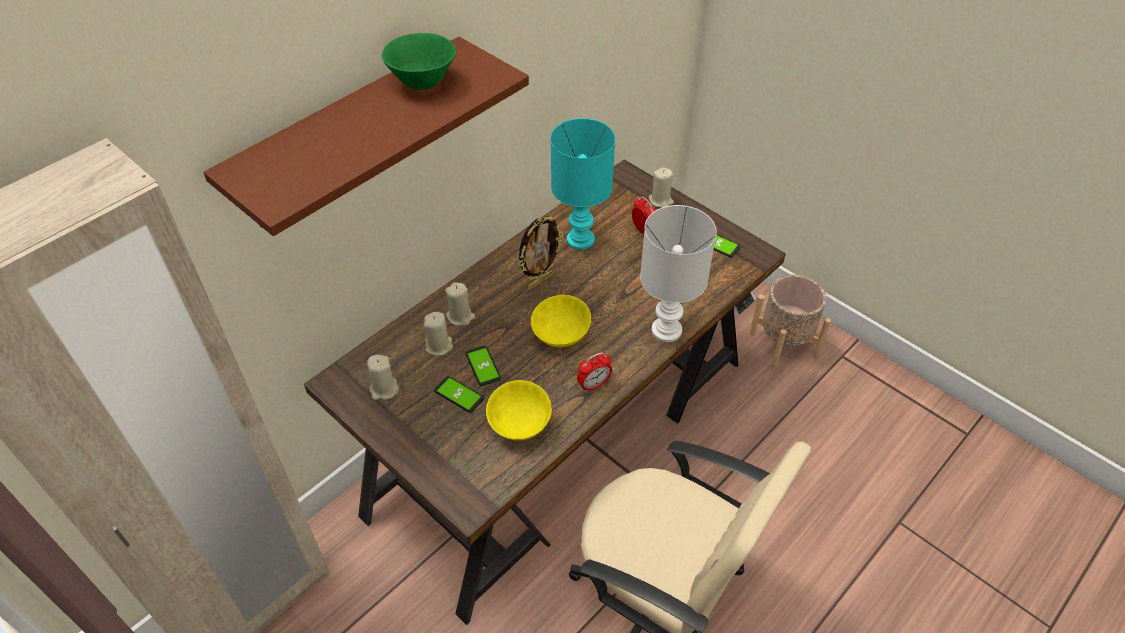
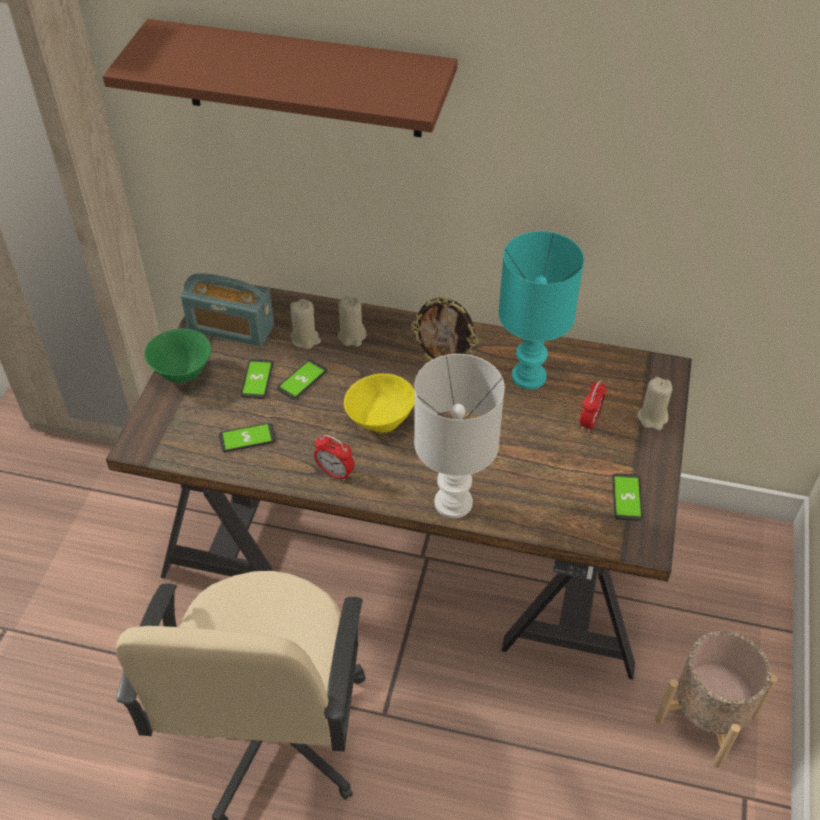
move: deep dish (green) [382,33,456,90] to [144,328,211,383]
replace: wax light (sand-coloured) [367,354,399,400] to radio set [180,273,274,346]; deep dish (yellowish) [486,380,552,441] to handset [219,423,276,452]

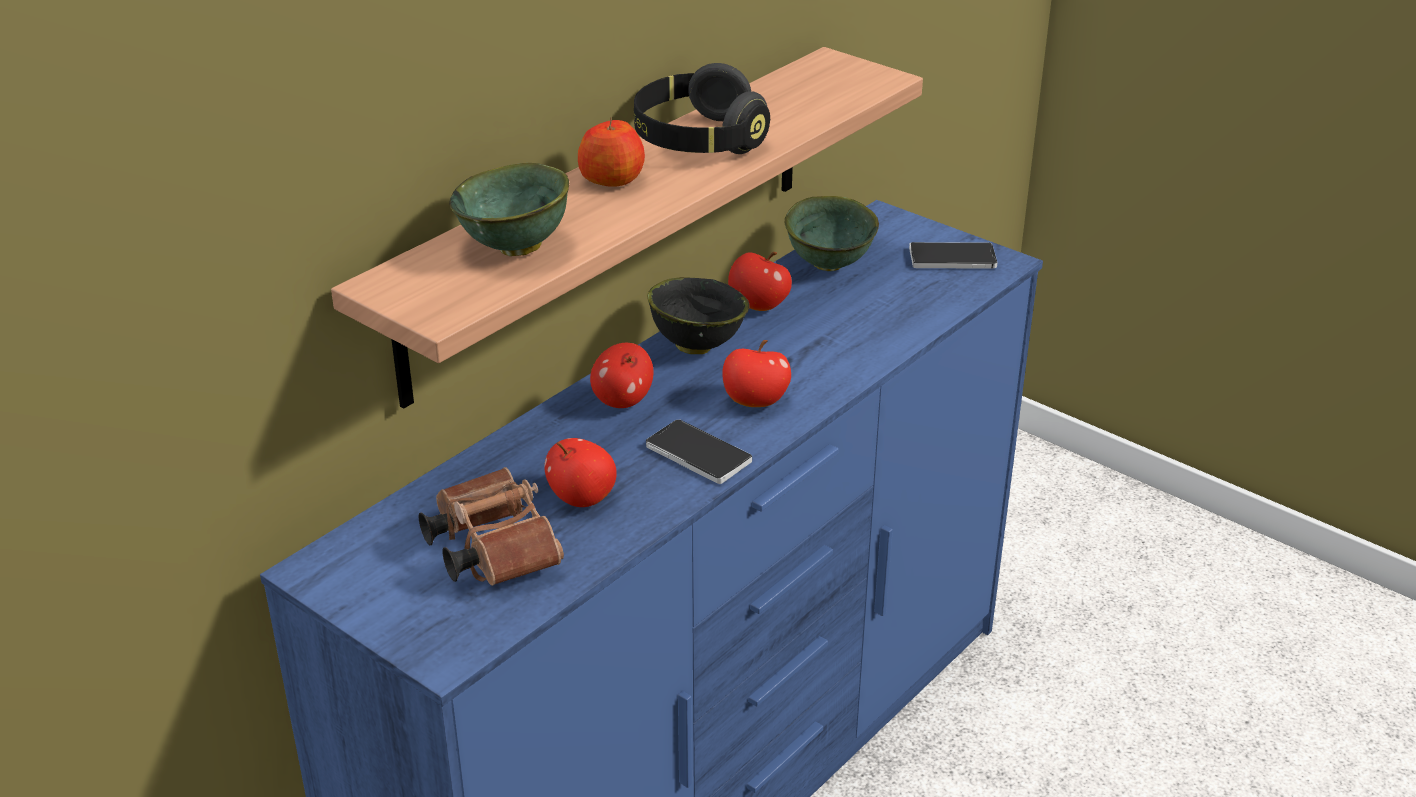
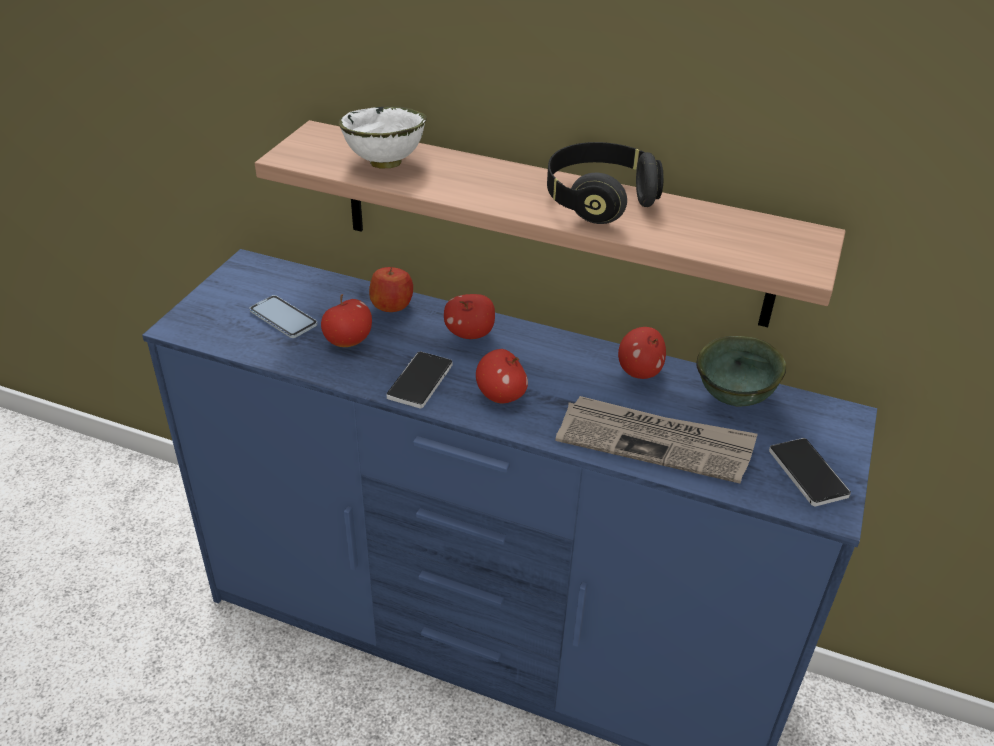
delete: deep dish (black-coloured) [647,277,749,354]
insert: printed paper [556,396,758,484]
move: whole apple [578,117,645,187] to [369,267,413,312]
replace: binoculars (brown) [418,467,564,586] to handset [249,295,318,338]
recolor: deep dish (green) [449,163,569,256] to deep dish (white) [338,106,427,169]

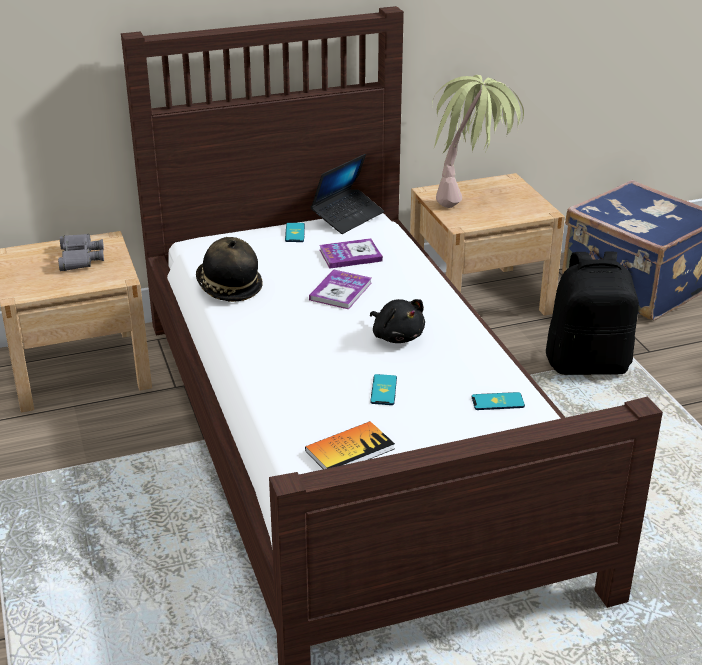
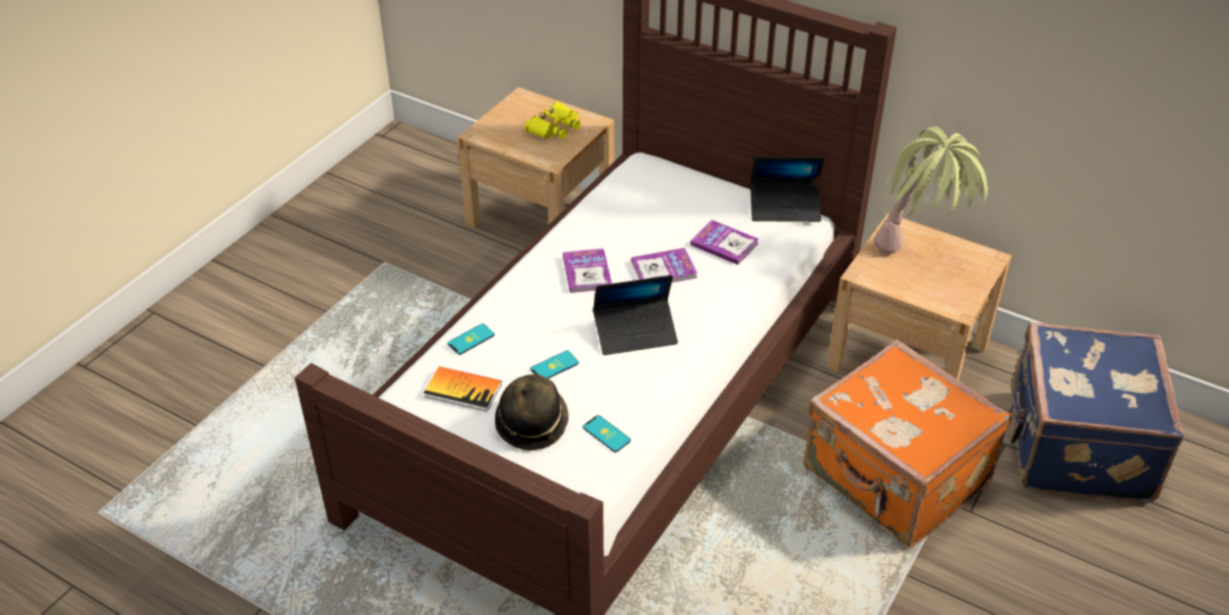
insert: bound book [563,248,612,293]
move: clothing hat [196,237,263,302] to [495,374,569,450]; handset [285,223,305,242] to [448,323,495,355]
replace: soft toy (black-coloured) [370,299,425,343] to portable computer [593,275,678,355]; rucksack (black-coloured) [546,252,639,375] to suitcase (orangey) [803,340,1012,548]
recolor: binoculars (greyish) [58,234,104,271] to binoculars (yellowish) [524,102,581,140]

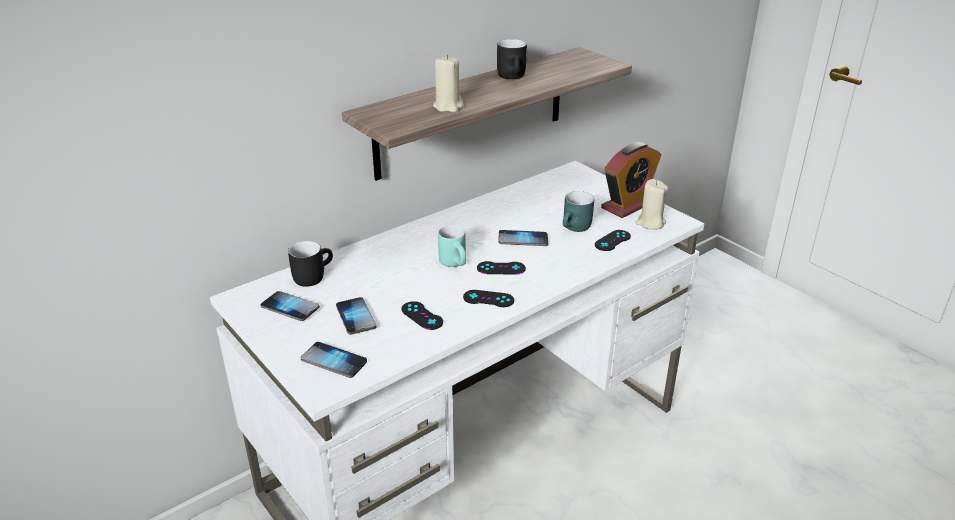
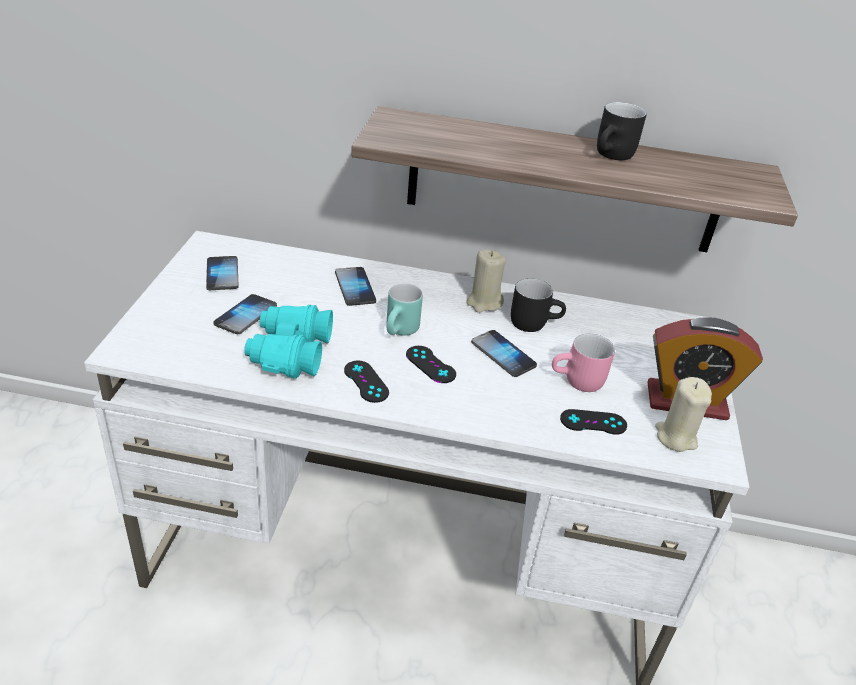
move: tea mug (black-coloured) [288,241,333,287] to [511,278,566,332]; handset [301,342,367,378] to [335,267,376,306]; wax light (sand-coloured) [433,55,463,112] to [466,250,506,313]
replace: game controller (black-coloured) [401,301,443,330] to binoculars (blue-green) [244,305,333,379]
recolor: tea mug (blue-green) [563,191,594,232] to tea mug (pink-coloured) [552,334,615,392]

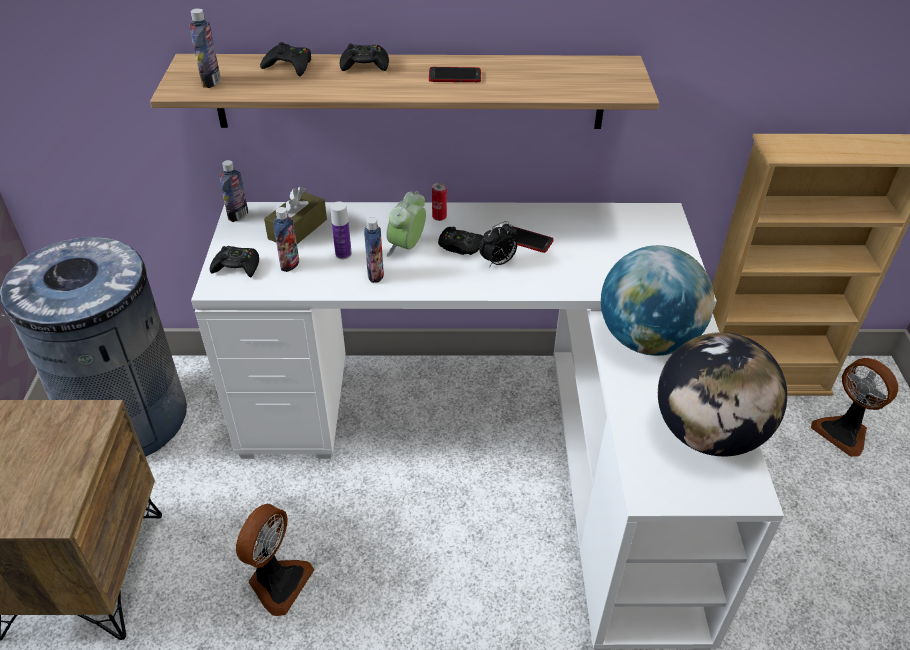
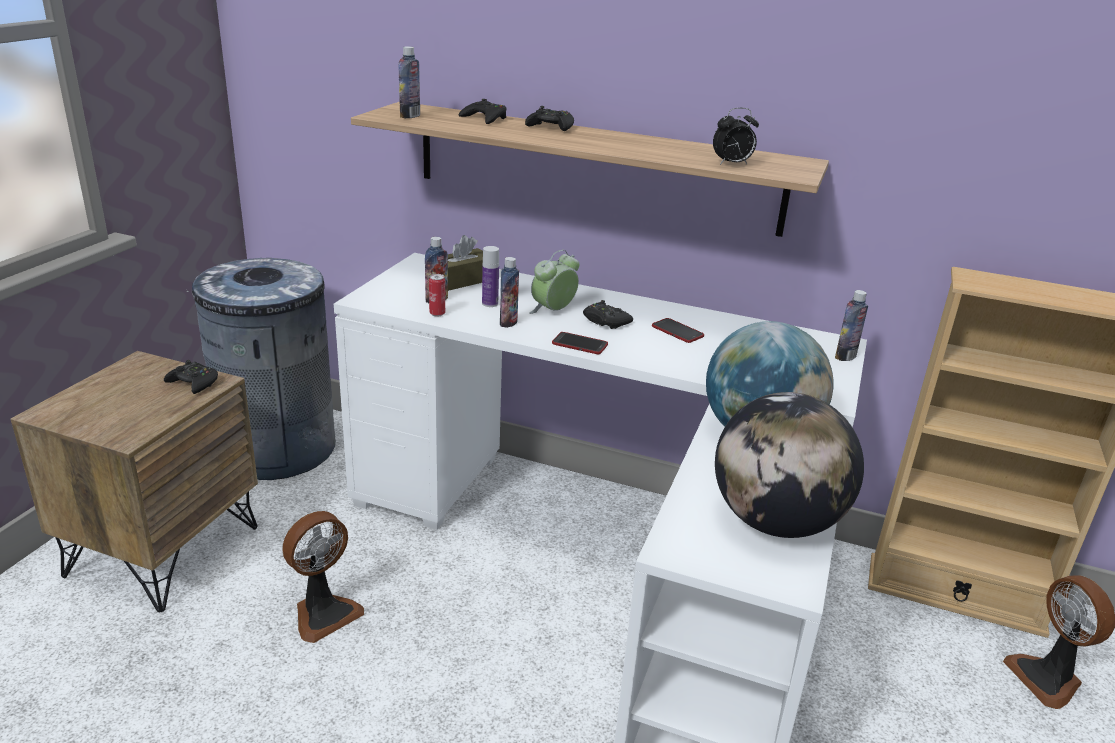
move: game controller (black-coloured) [210,246,259,278] to [164,360,218,394]; drink bottle [220,160,248,222] to [835,290,868,361]; handset [429,67,481,82] to [552,332,608,354]; can [432,183,447,221] to [429,274,445,316]; alarm clock [479,221,517,268] to [713,108,759,165]

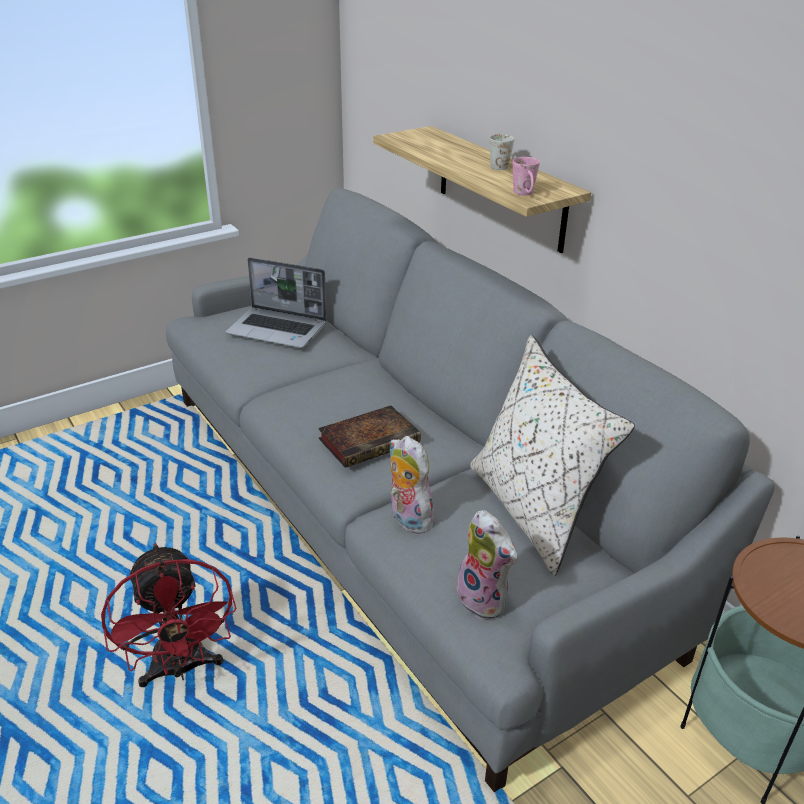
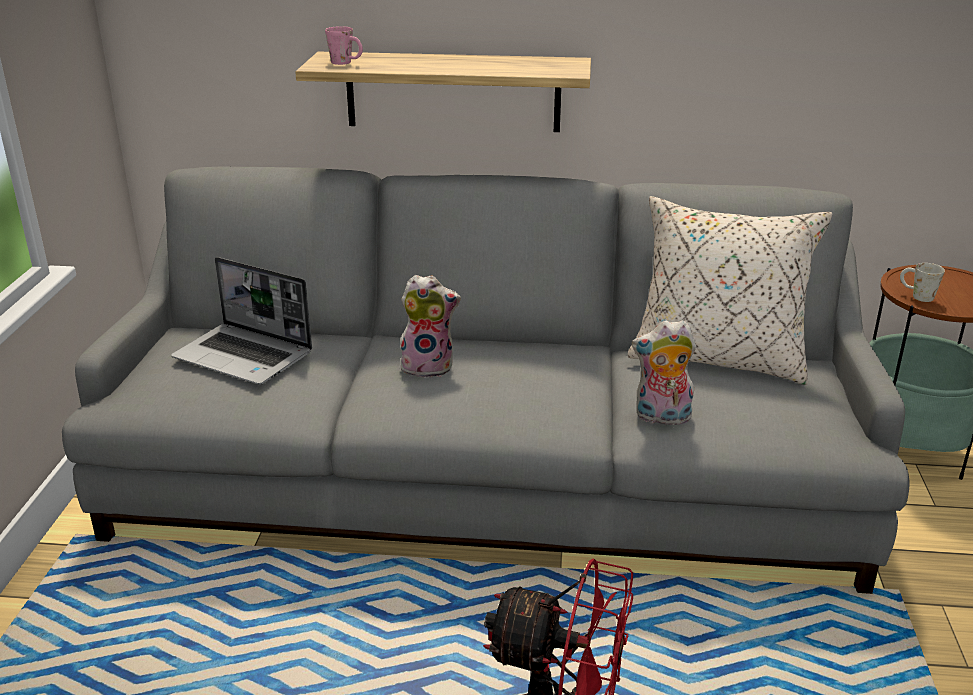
delete: bound book [318,405,421,468]
move: soft toy [457,510,517,619] to [400,275,461,378]; tea mug (white) [489,134,514,170] to [900,263,945,302]; tea mug (pink-coloured) [513,157,540,196] to [325,26,363,65]
rotate: portable computer [225,257,327,348] = [171,257,312,385] 60 degrees clockwise

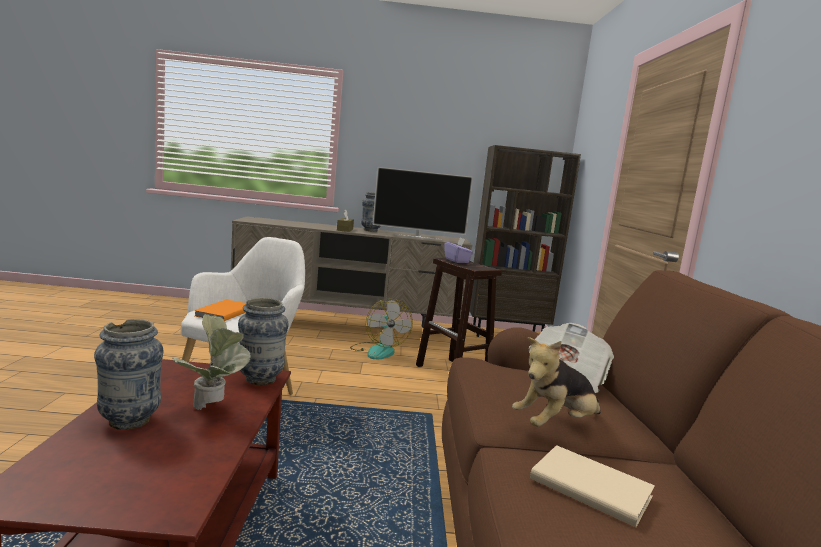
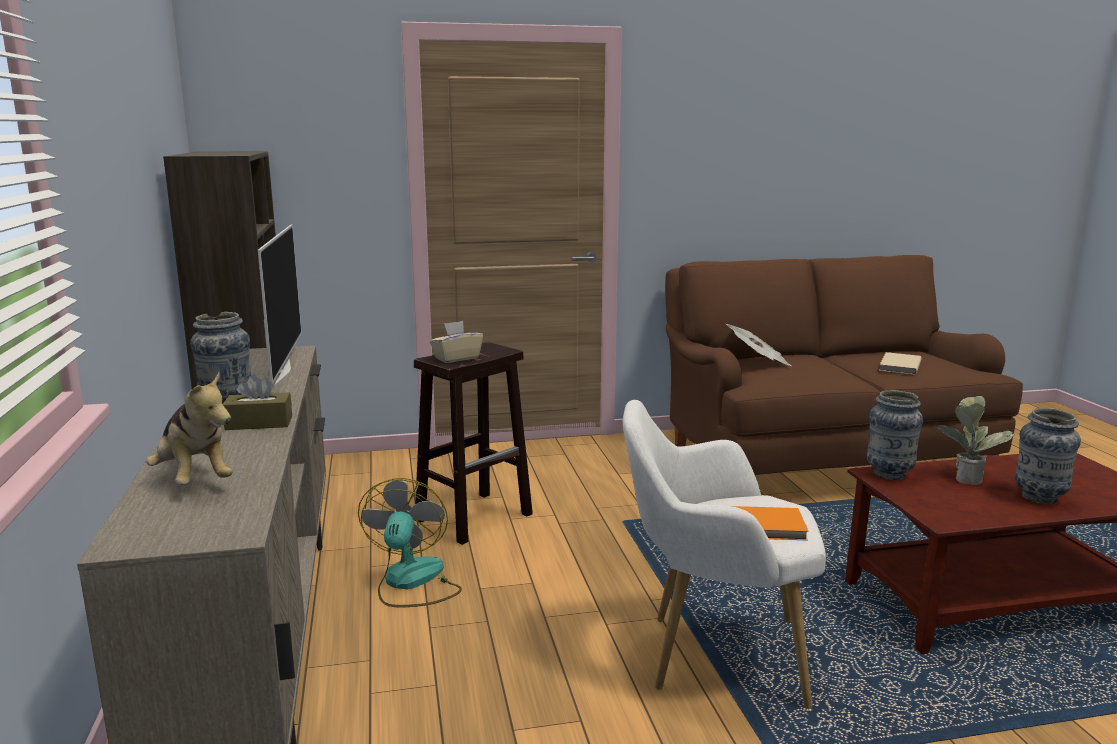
move: soft toy [512,337,601,427] to [146,372,232,485]
recolor: box of tissues (purple-coloured) [444,238,473,263] to box of tissues (sand-coloured) [430,321,483,363]
rotate: electric fan [350,299,413,359] = [358,478,462,608] 60 degrees counterclockwise

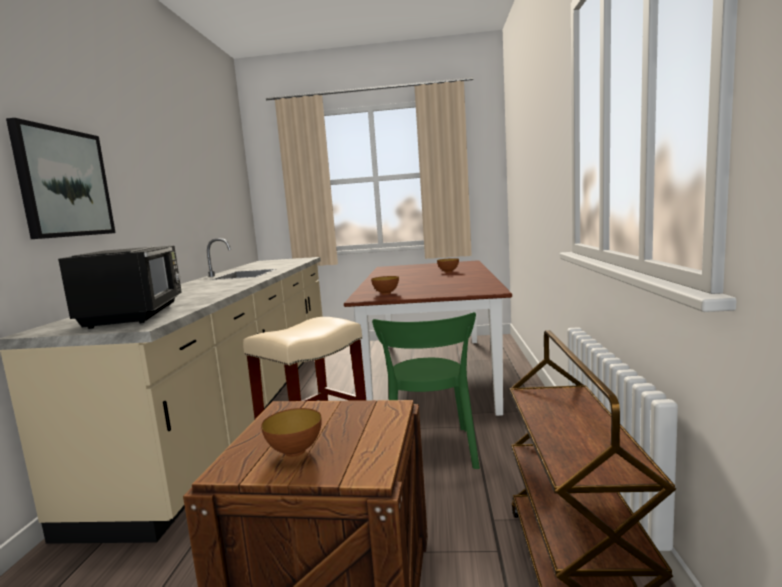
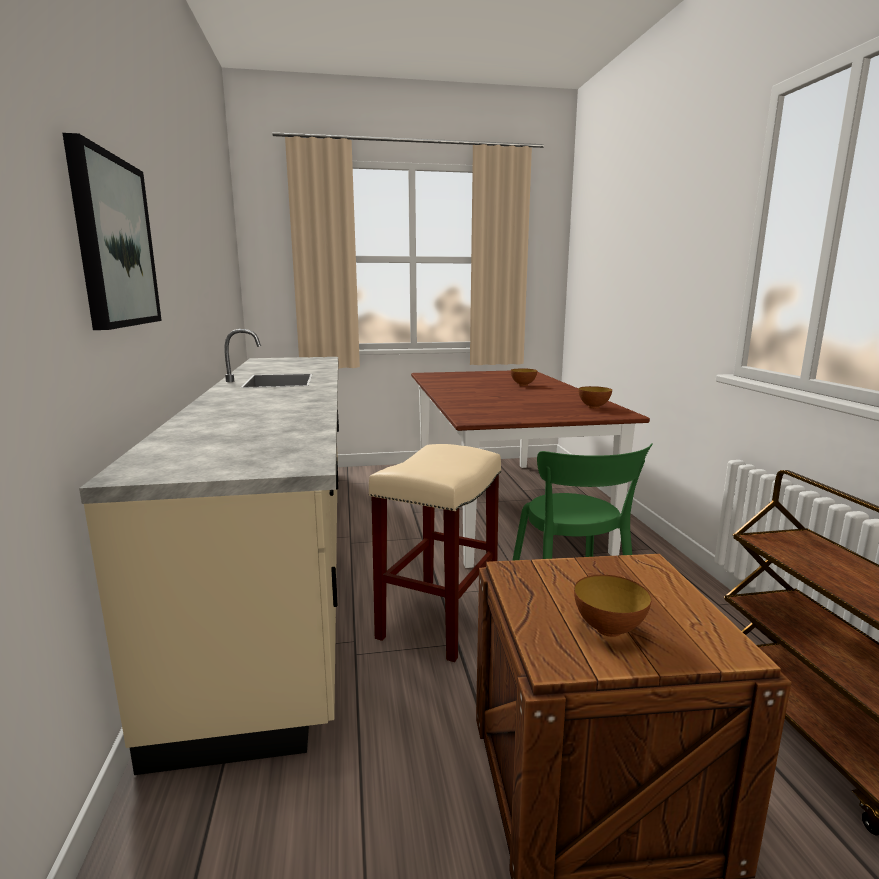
delete: microwave (black-coloured) [58,245,182,329]
move: deep dish [371,276,399,294] to [578,386,612,408]

